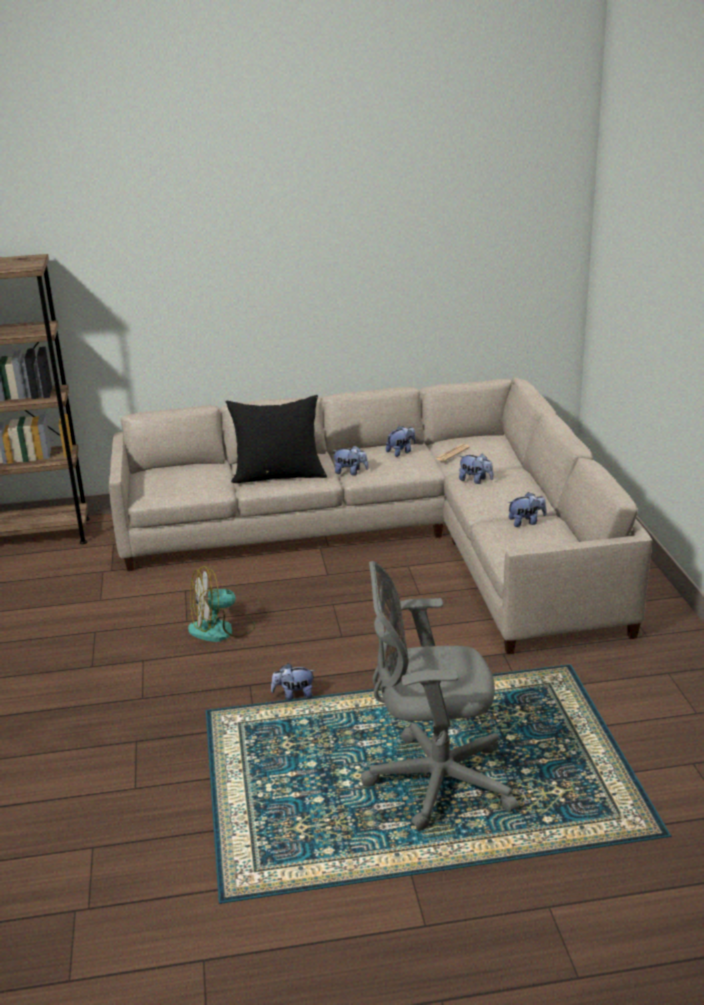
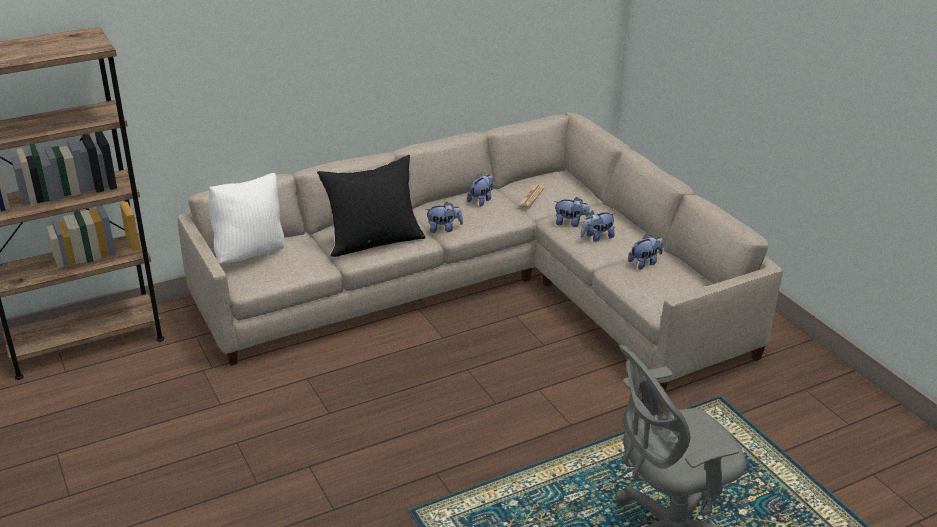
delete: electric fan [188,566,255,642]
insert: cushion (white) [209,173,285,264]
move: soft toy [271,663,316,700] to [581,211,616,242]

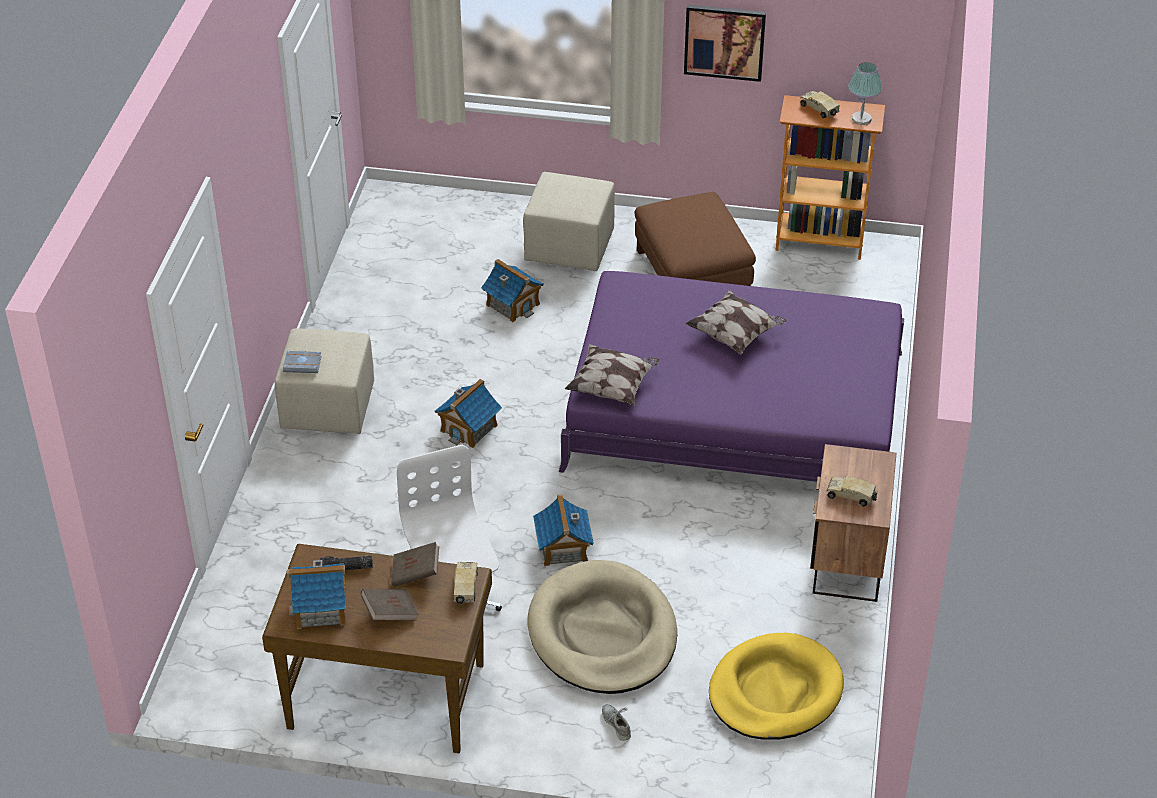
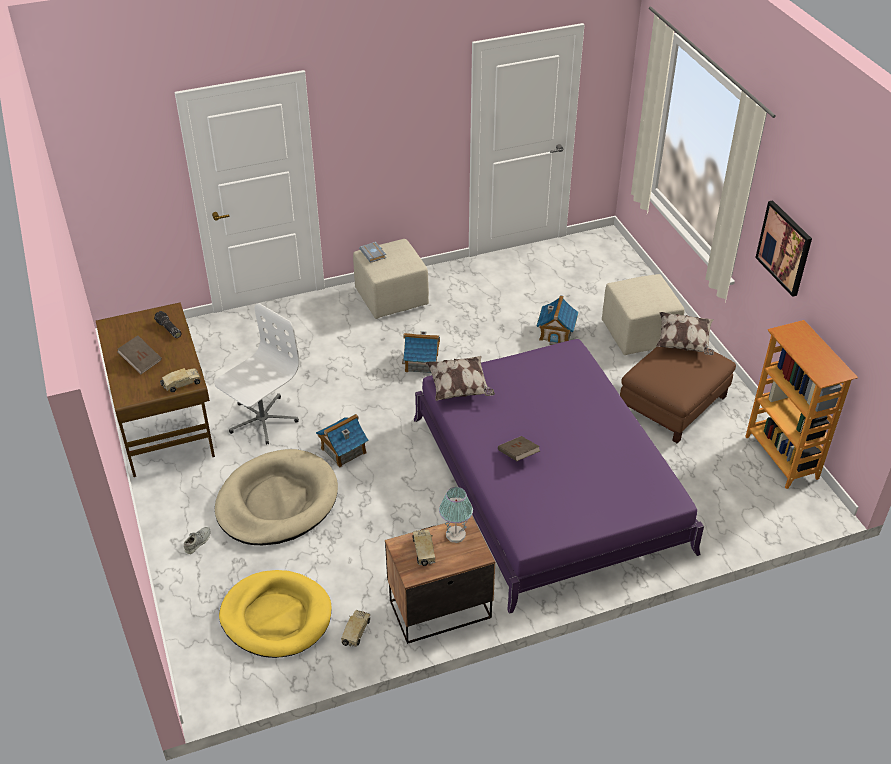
delete: model house [287,560,346,629]
move: bound book (brown) [391,542,439,587] to [498,436,540,461]; cushion [685,290,787,354] to [656,312,714,355]; toy lorry [800,91,839,118] to [341,610,370,647]; lamp for a table [848,62,882,125] to [439,487,473,543]

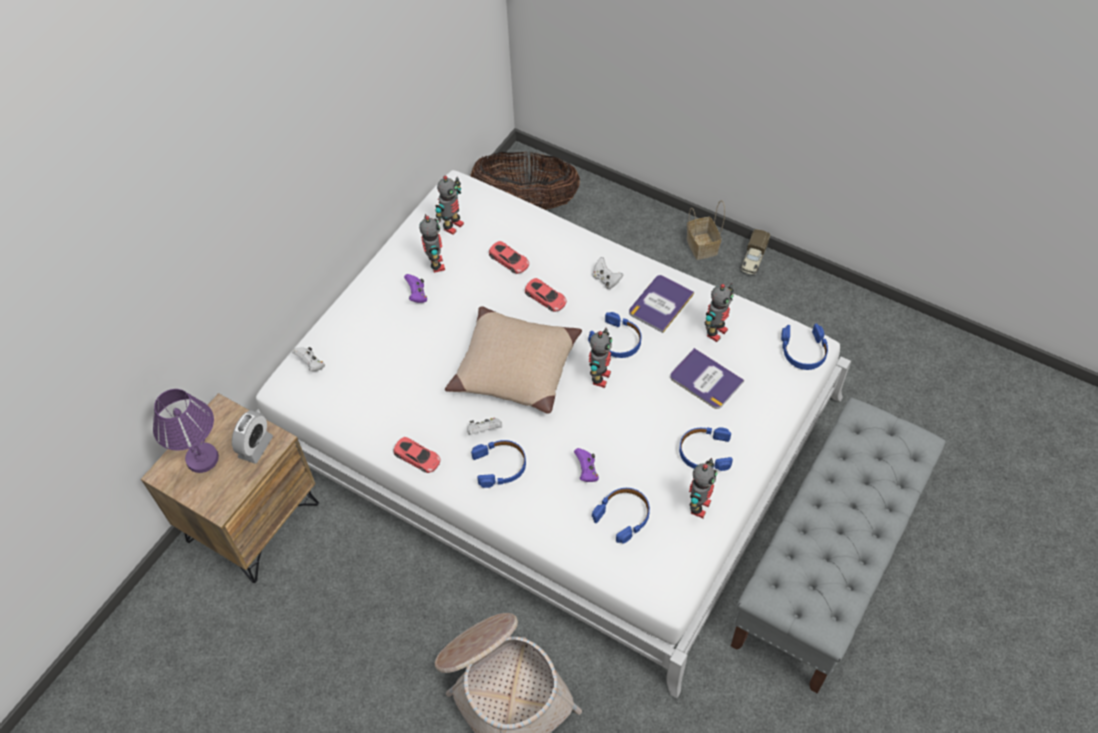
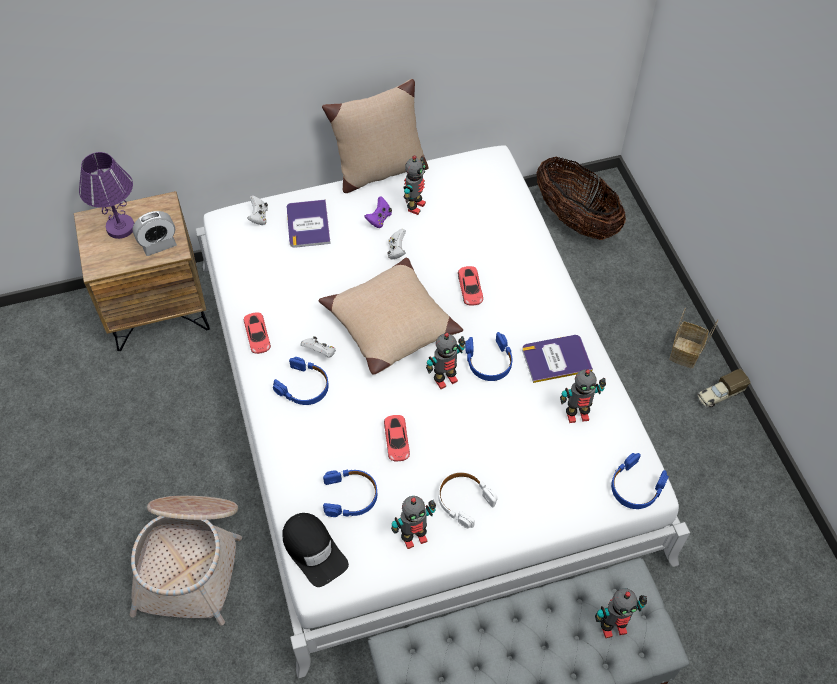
delete: game controller (purple-coloured) [574,448,599,482]
insert: peaked cap (black-coloured) [282,513,349,587]; cushion (sand-coloured) [322,79,428,193]
move: toy robot [435,176,464,235] to [595,588,647,638]; miniature car (reddish) [489,241,529,274] to [384,415,410,462]; game controller (white) [593,257,623,289] to [387,229,406,259]; bound book [670,348,744,409] to [287,199,331,248]
recolor: headset (blue-coloured) [679,427,733,471] to headset (white) [438,472,498,528]

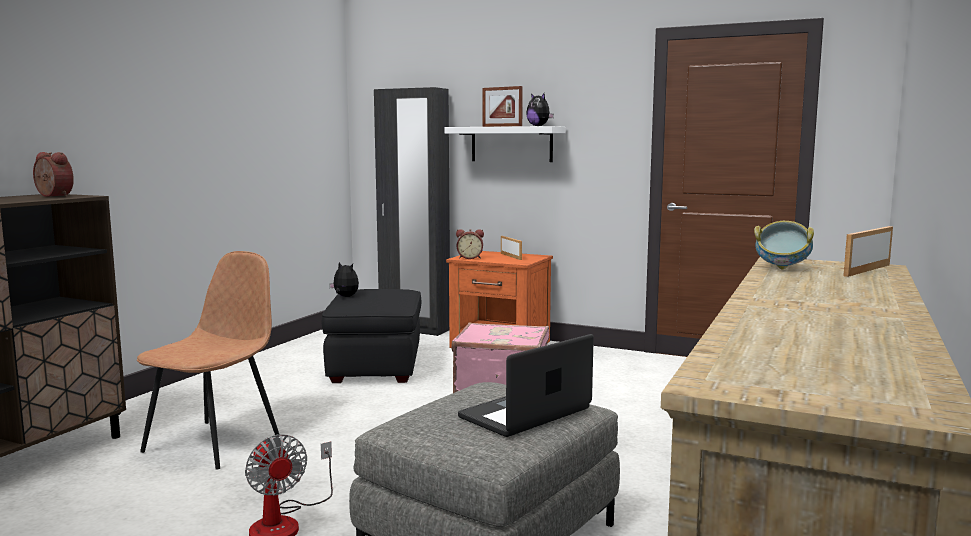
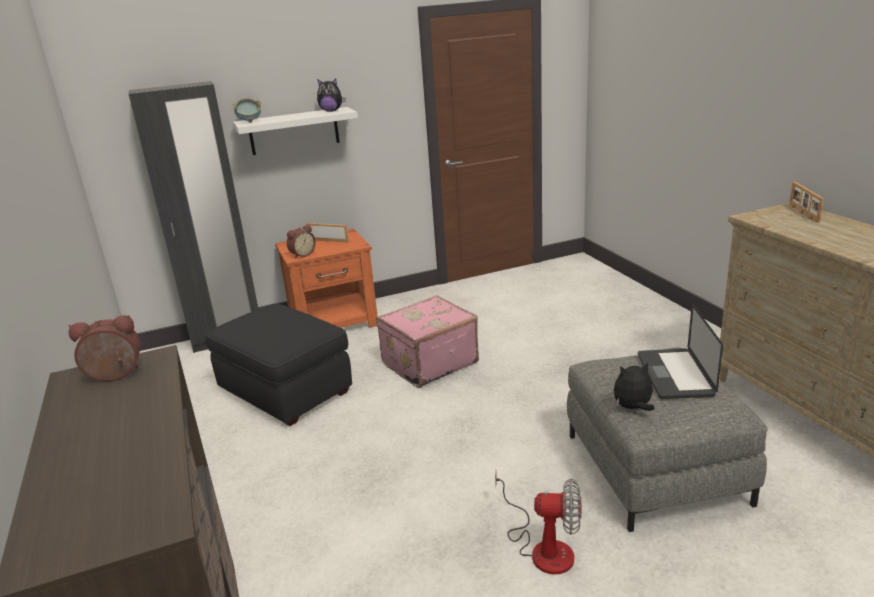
delete: upright chair (brown) [137,251,280,470]; standing frame [483,86,523,127]
move: soft toy [329,262,359,297] to [614,362,654,411]; deep dish [754,221,814,269] to [233,98,261,123]

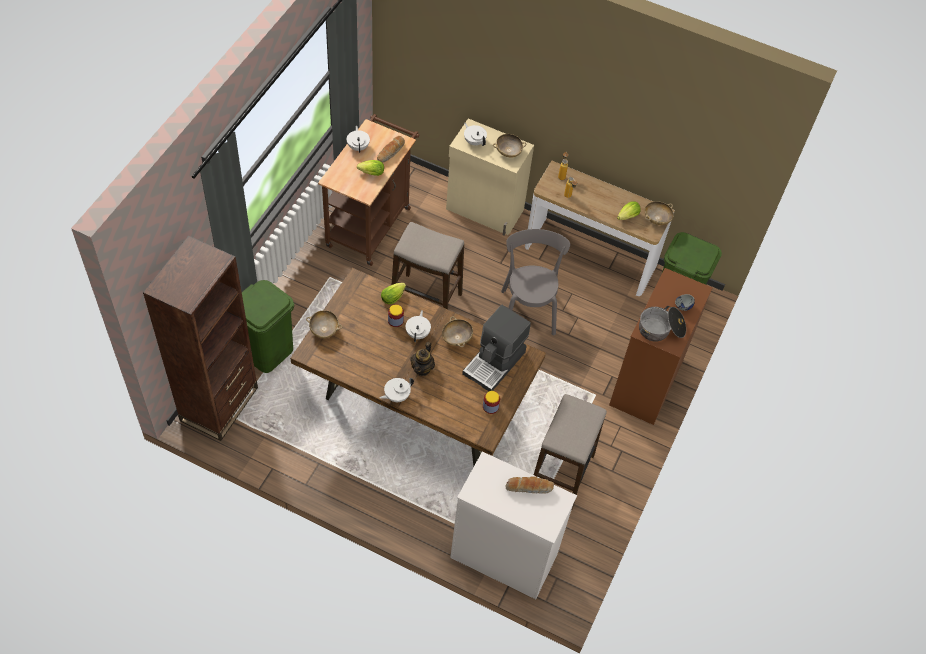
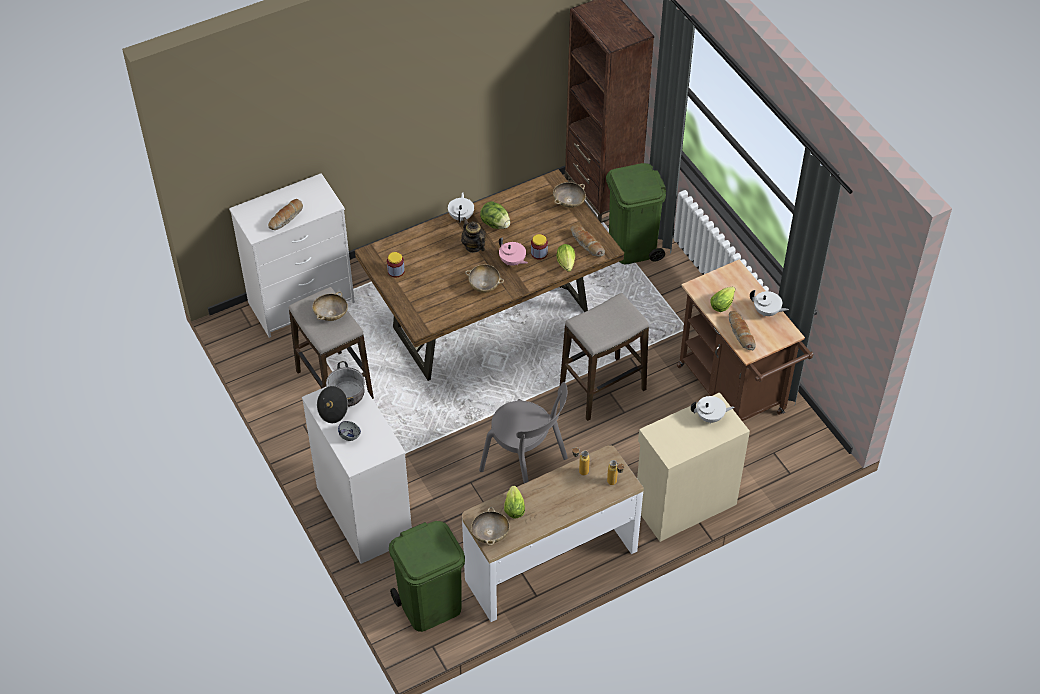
delete: coffee machine [462,305,531,391]
insert: lettuce head [480,201,510,229]; bread [571,225,605,257]
move: deep dish (sand-coloured) [493,134,526,157] to [312,291,348,321]
recolor: teapot (white) [406,310,431,342] to teapot (pink-coloured) [499,237,528,266]; dresser (brown) [609,268,713,425] to dresser (white) [302,386,412,564]

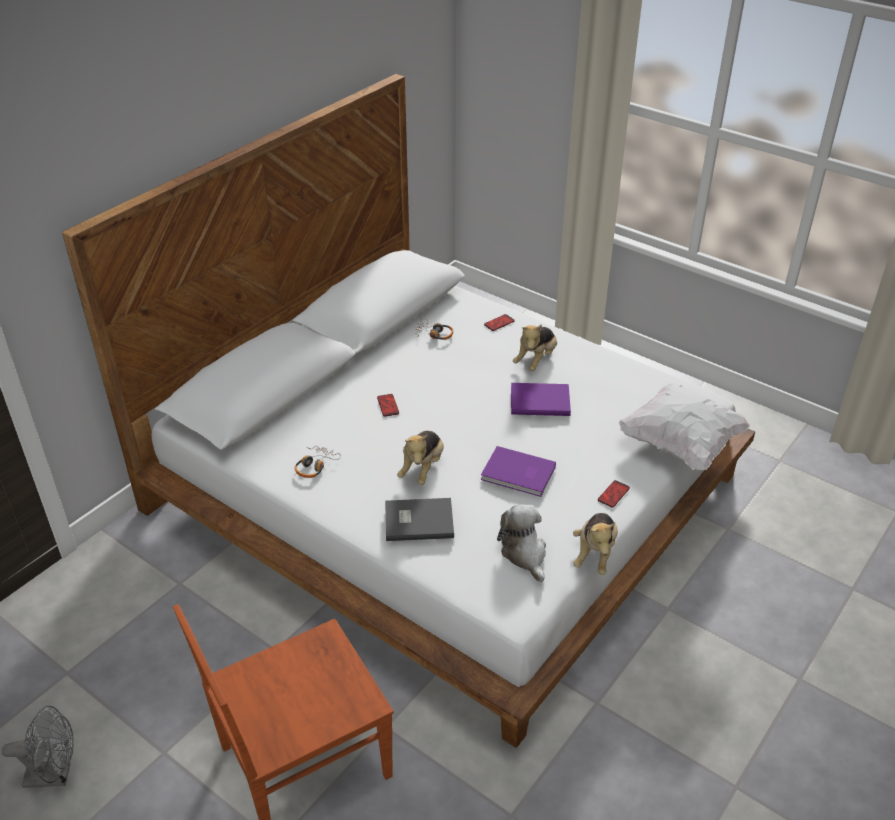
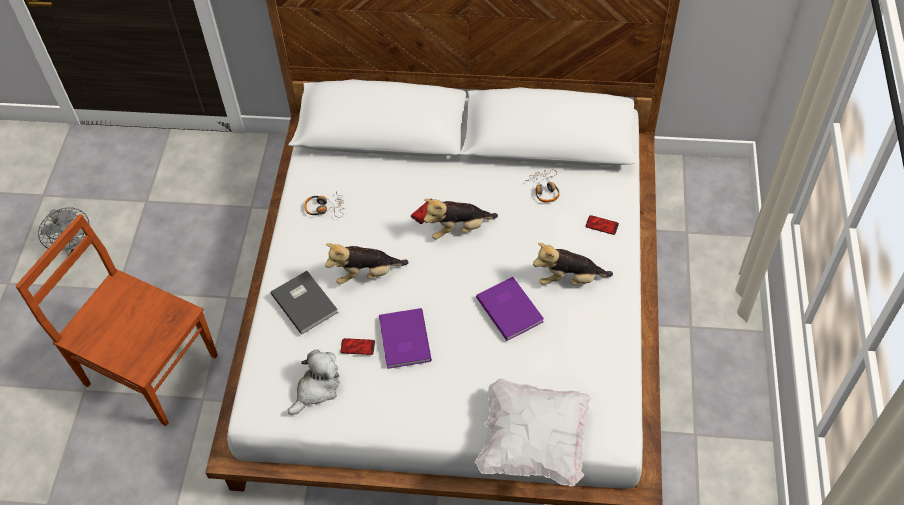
move: soft toy [573,513,618,575] to [424,199,498,239]; handset [598,480,630,508] to [340,338,375,355]

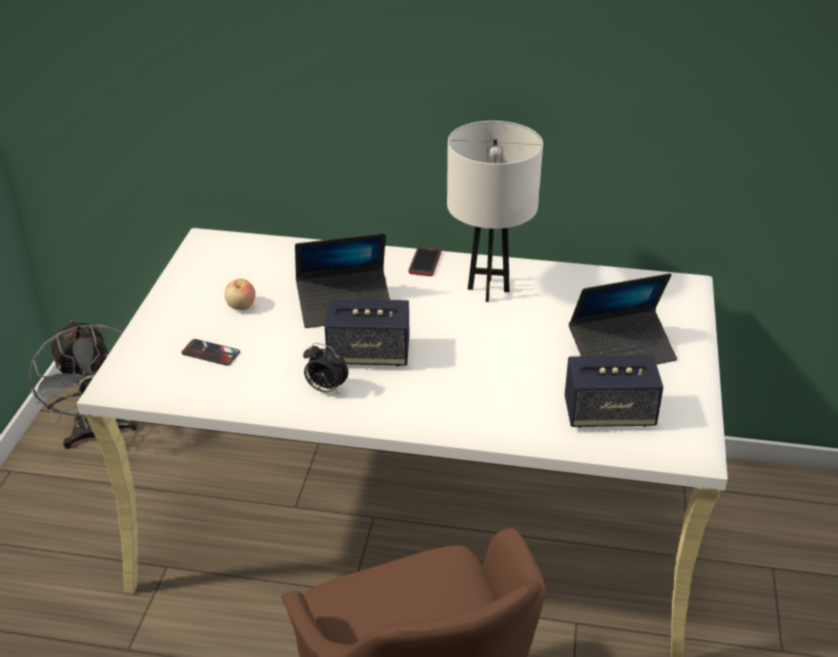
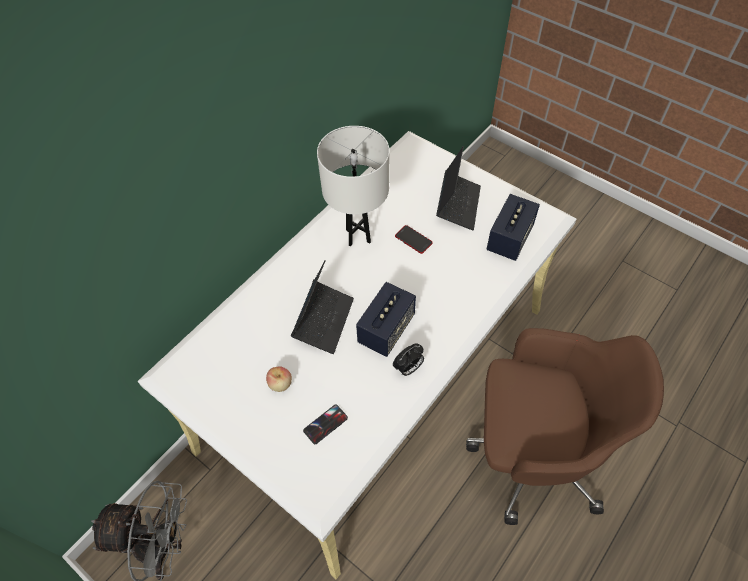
move: handset [409,247,441,276] to [395,225,433,254]

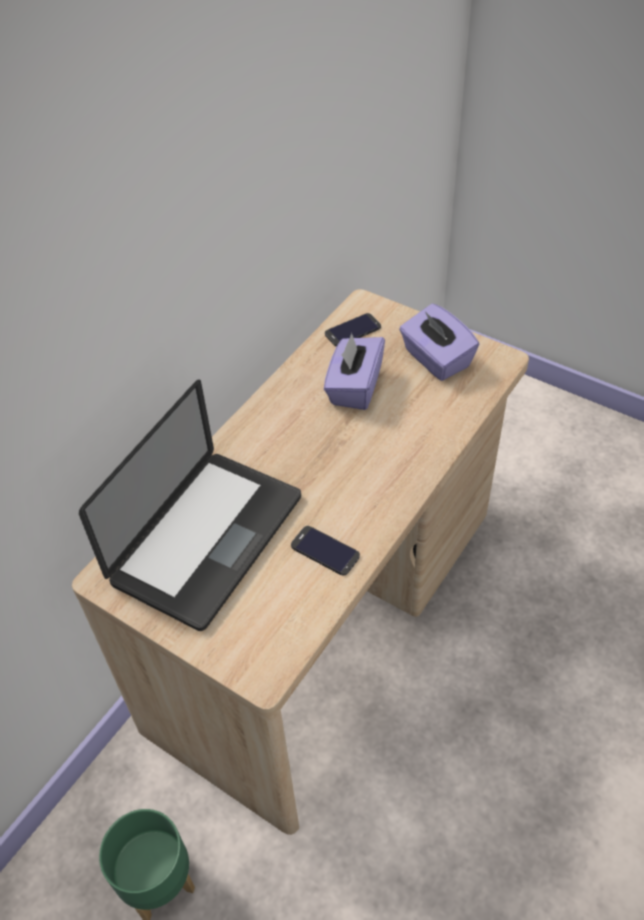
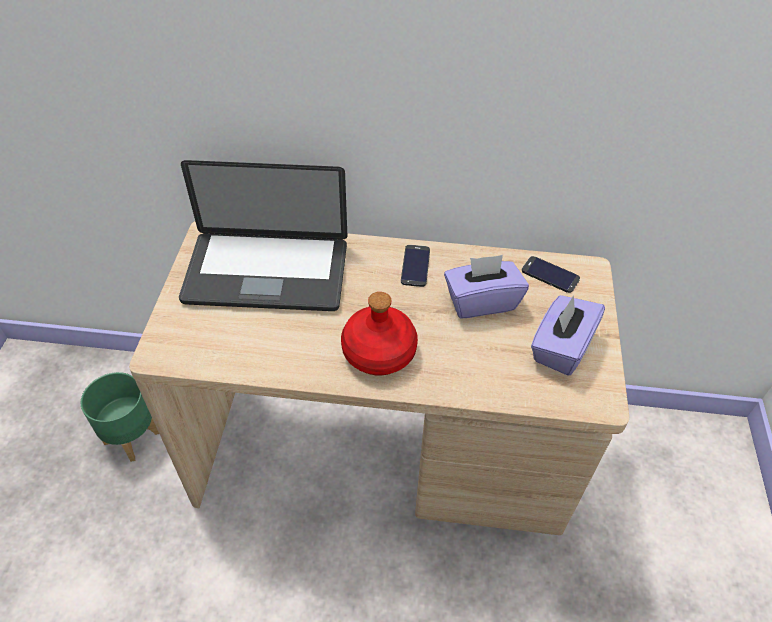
insert: drink bottle (reddish) [341,292,418,375]
move: handset [291,526,360,576] to [401,245,430,287]

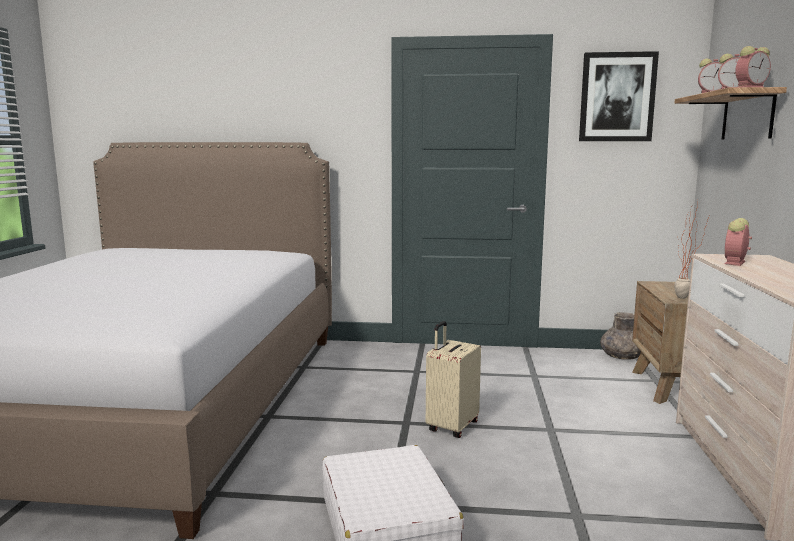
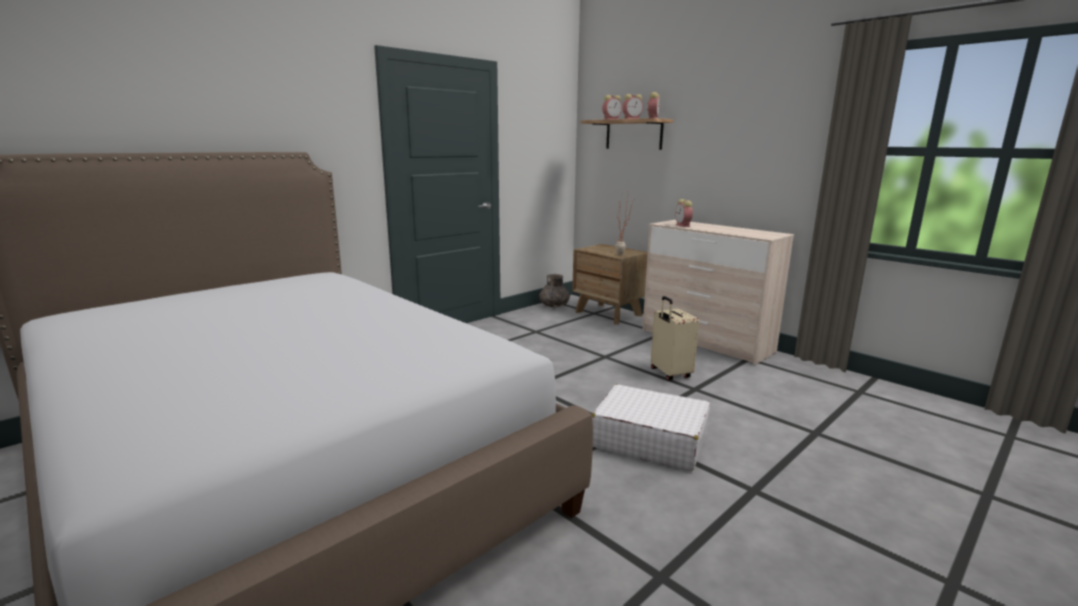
delete: wall picture [579,51,659,141]
move: suitcase (sand-coloured) [426,321,481,438] to [651,296,699,380]

